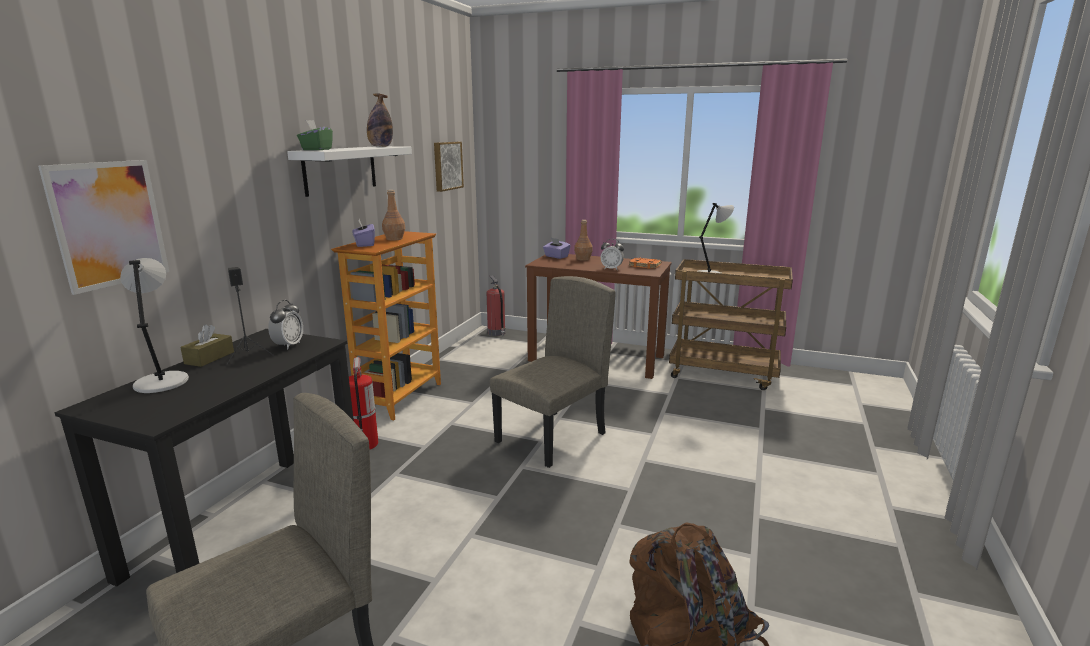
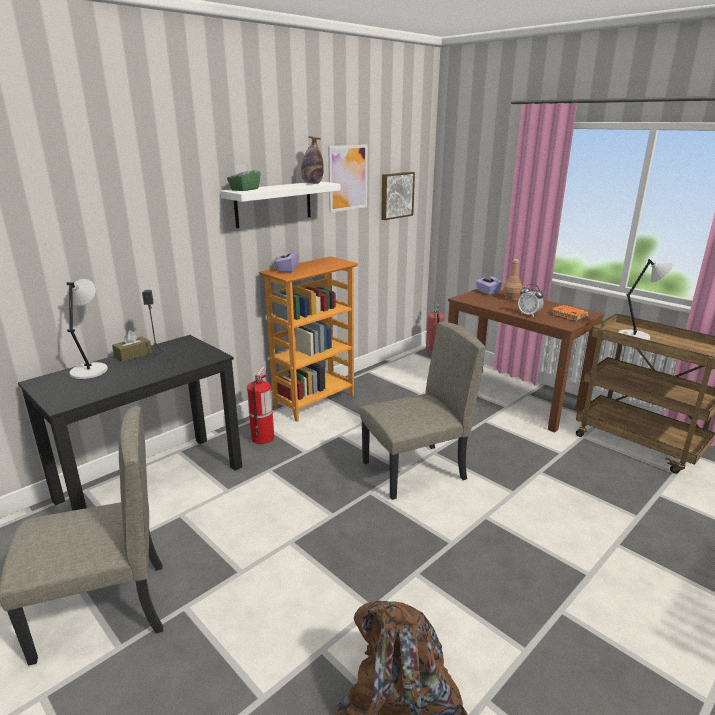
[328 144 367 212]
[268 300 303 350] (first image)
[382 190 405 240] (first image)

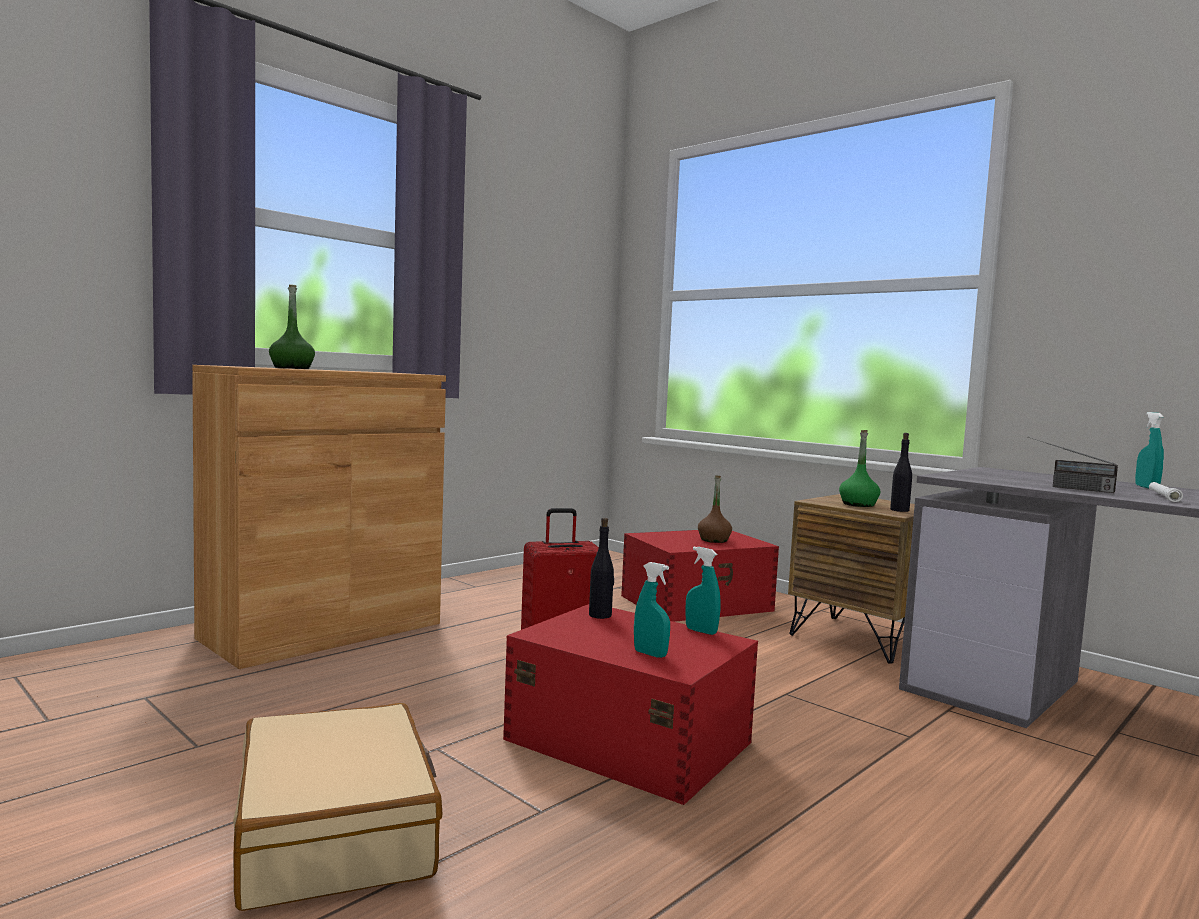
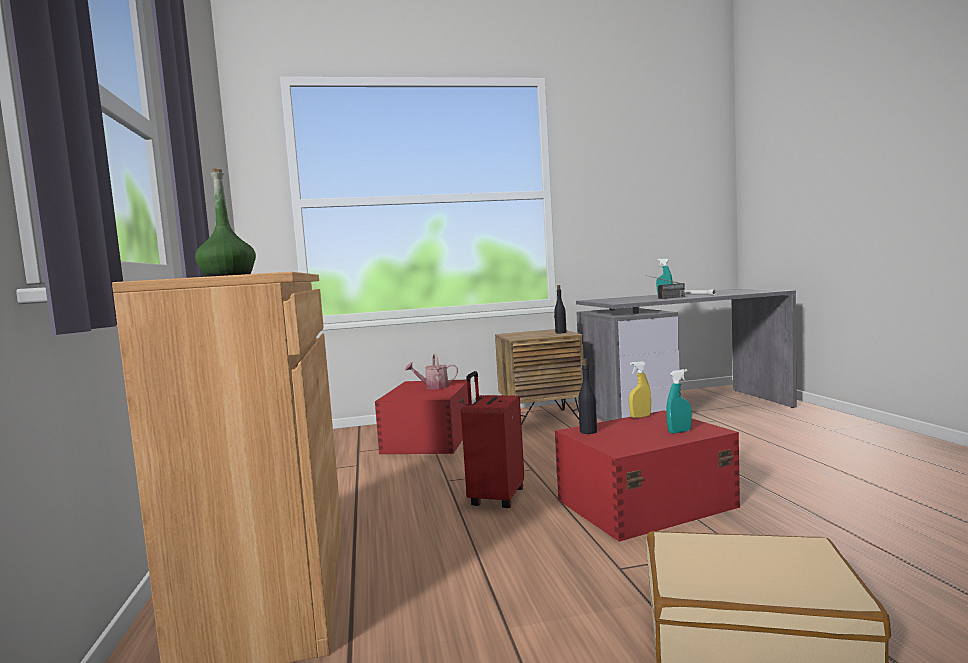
[629 361 651 418]
[405 354 458 389]
[839 430 880 507] (first image)

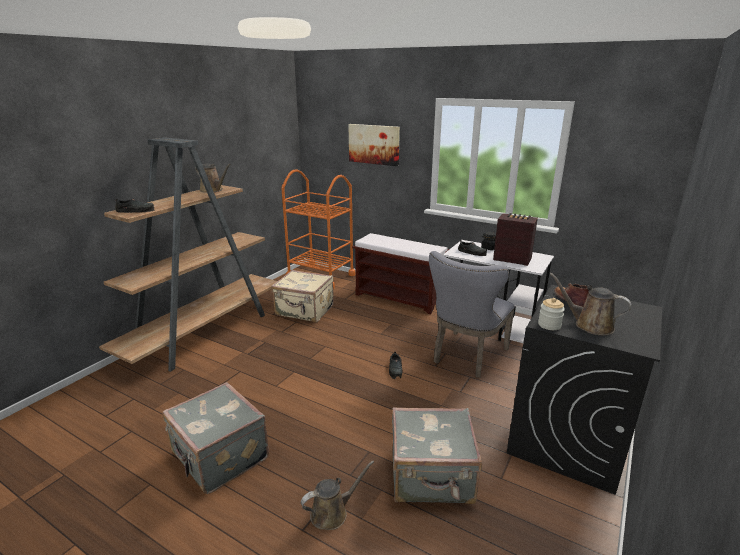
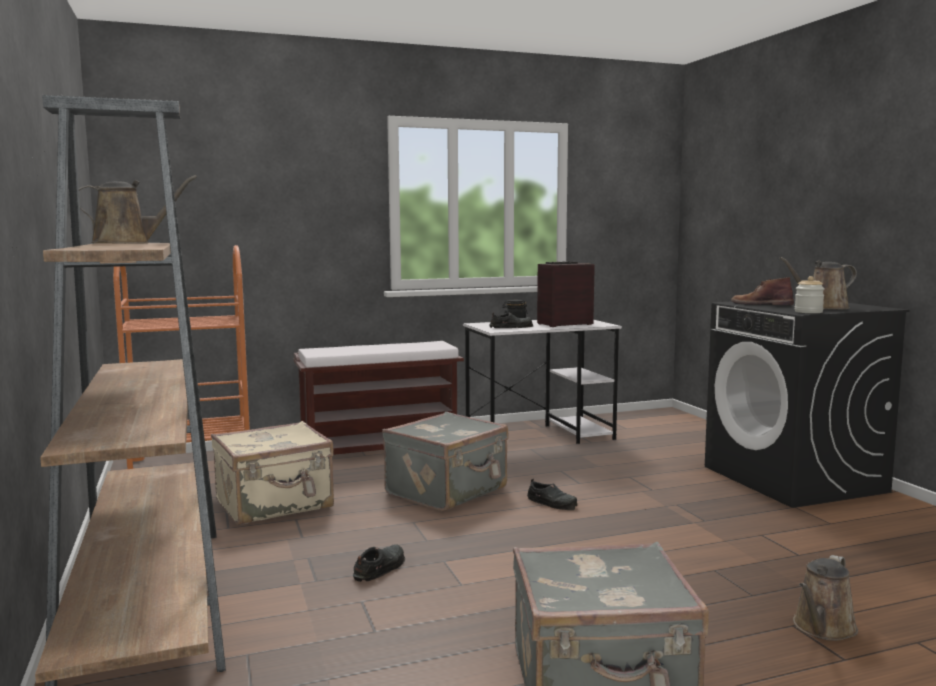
[353 545 405 582]
[793 555 858 641]
[348 124 400 166] (first image)
[382 412 508 512]
[429 251 515 378] (first image)

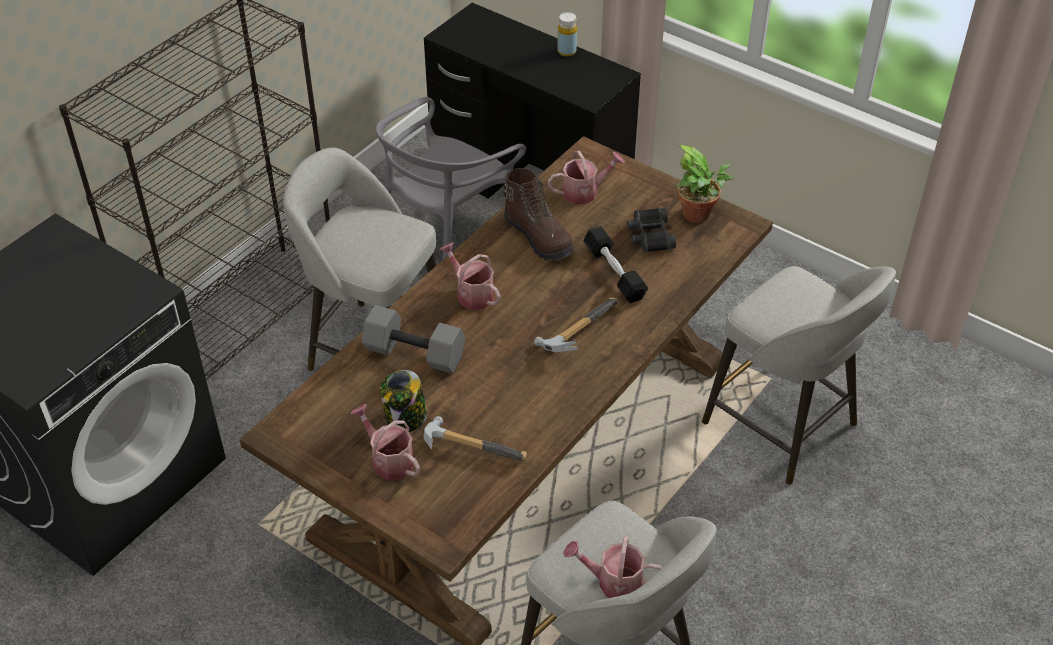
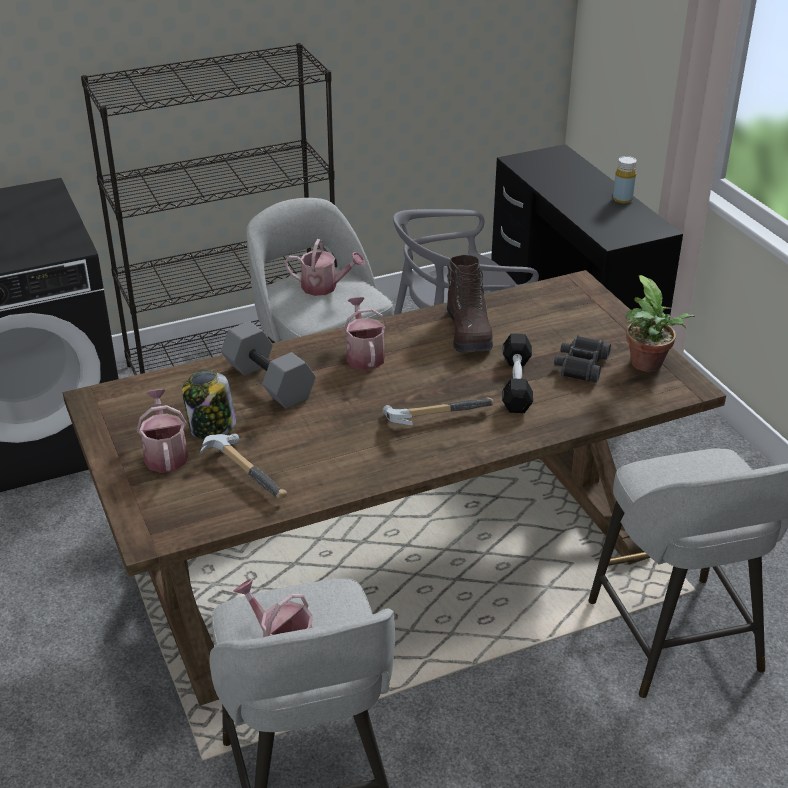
[285 239 365 296]

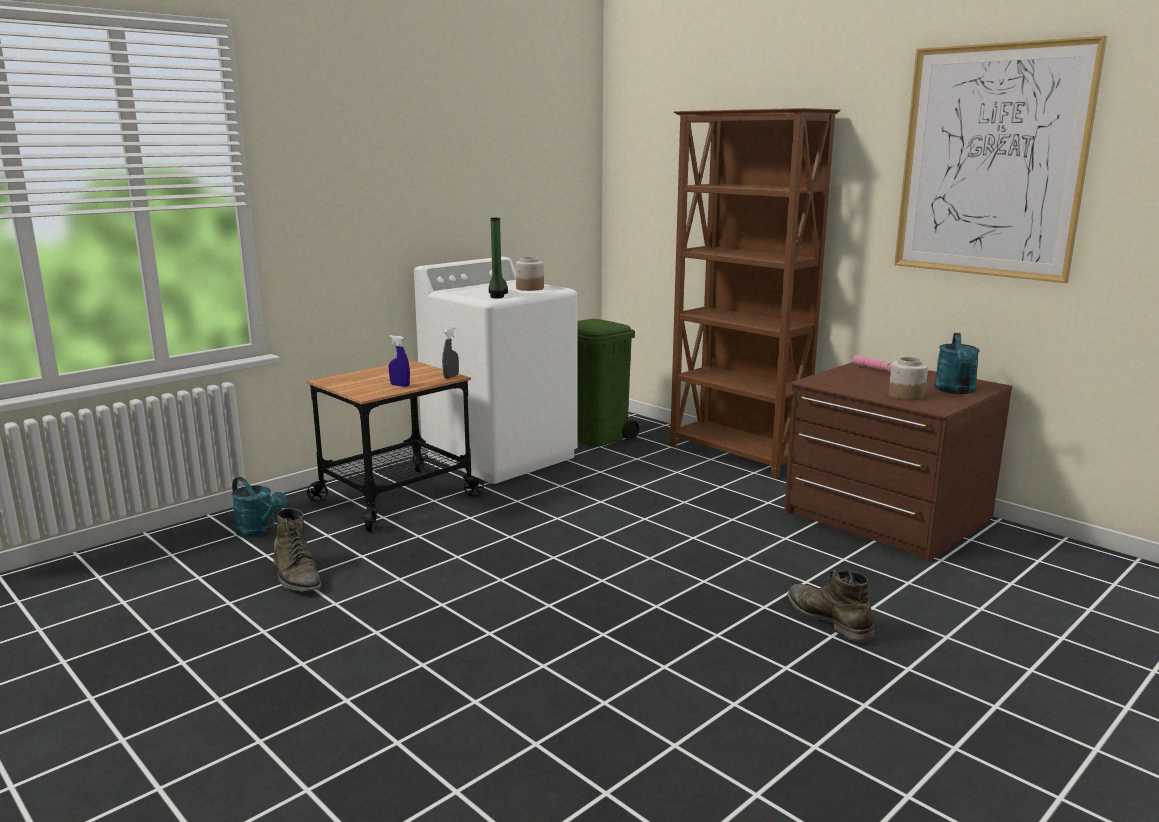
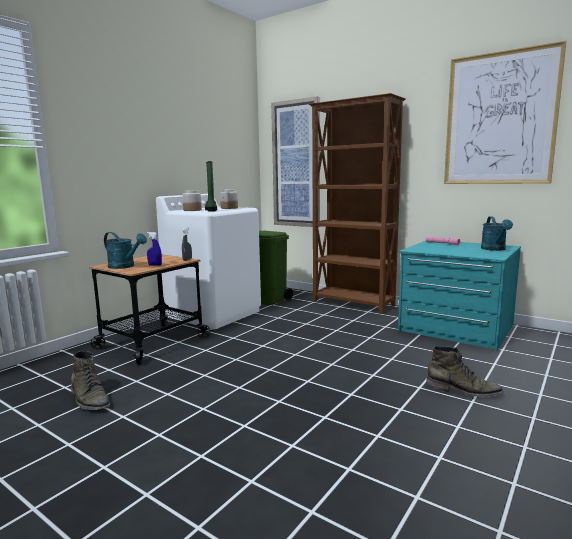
[104 232 147 269]
[398 241 521 351]
[426 346 504 397]
[182 190 202 211]
[271 96 320 227]

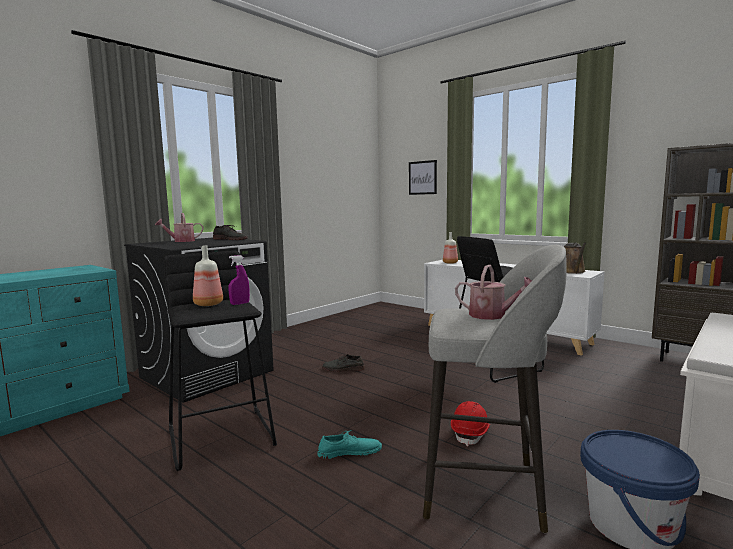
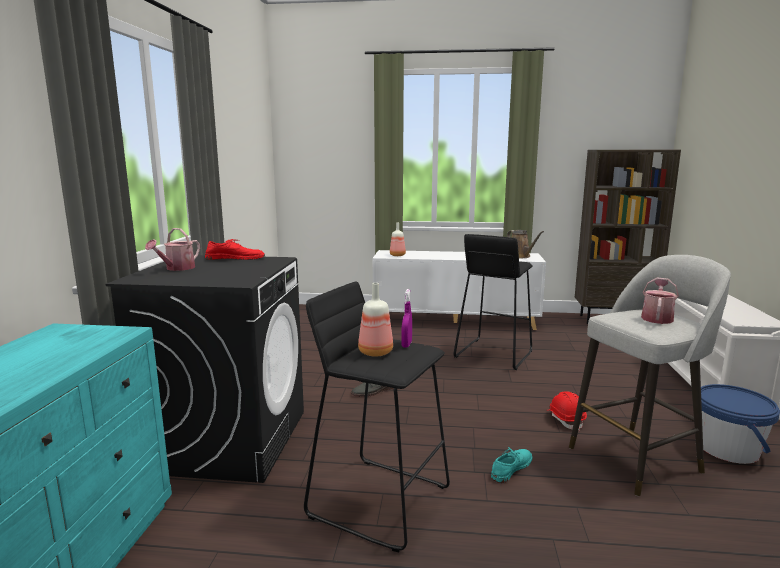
[205 239 265 260]
[409 160 437 195] (first image)
[641 278 679 324]

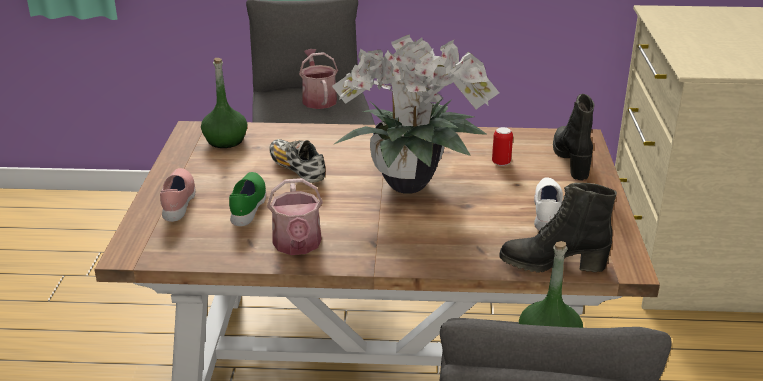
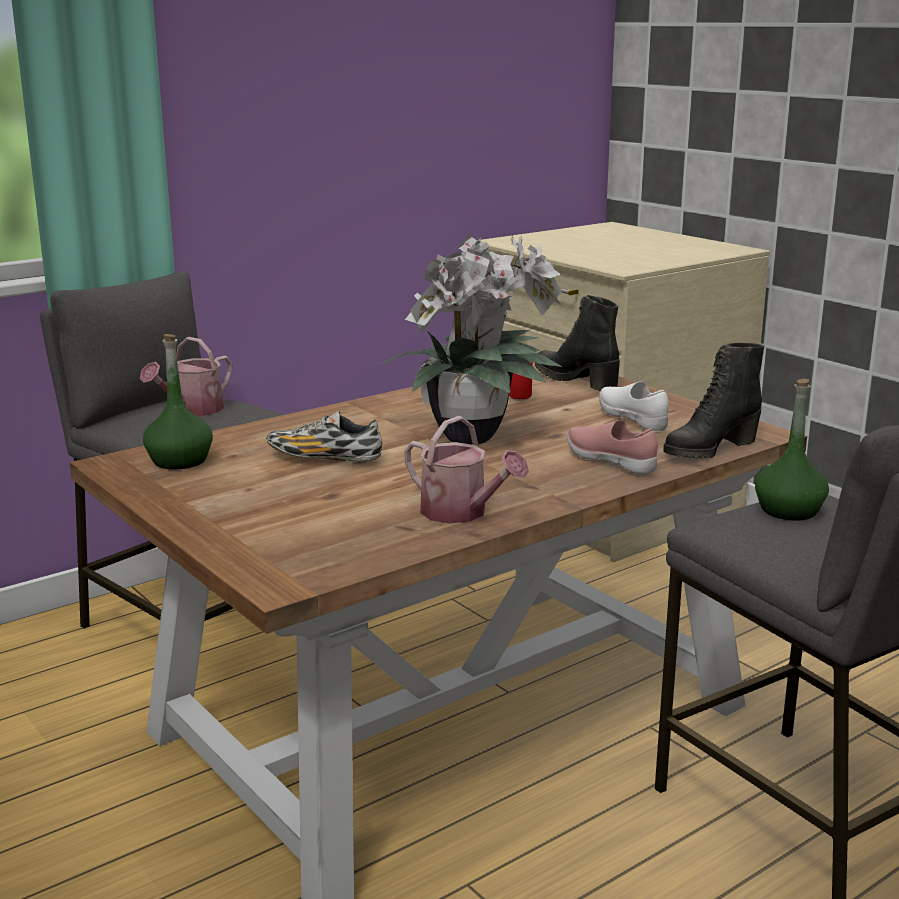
[567 420 658 474]
[229 172 266 226] (first image)
[140 337 232 416]

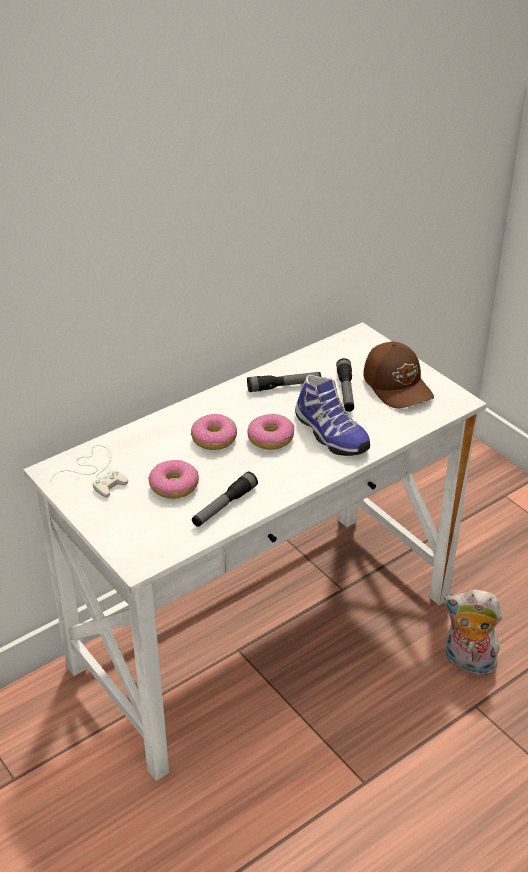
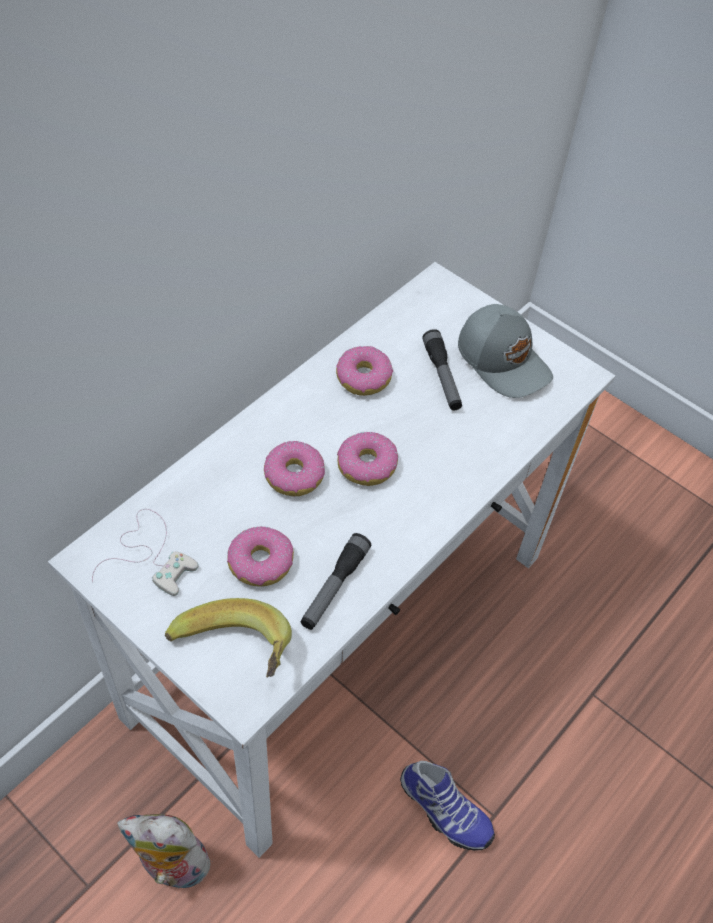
[336 346 393 396]
[400 761 495 851]
[458 304 553 398]
[117 814 215 894]
[165 598 292 678]

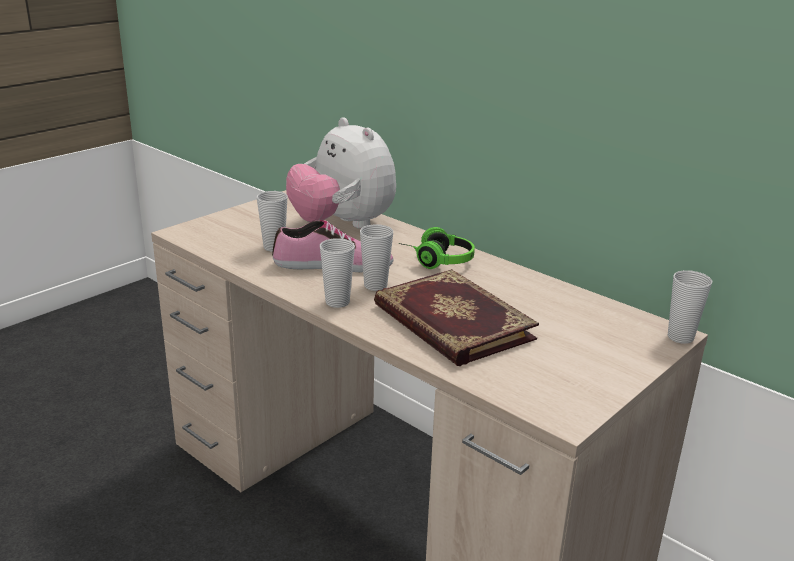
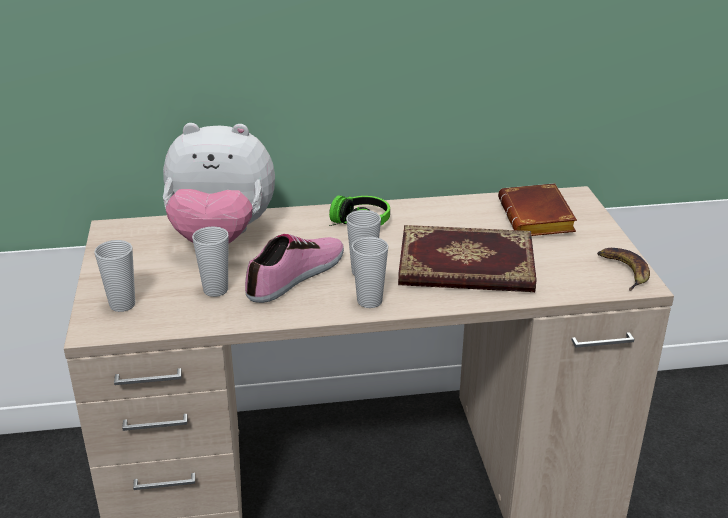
[94 240 135 312]
[498 183 577 236]
[597 248 650 291]

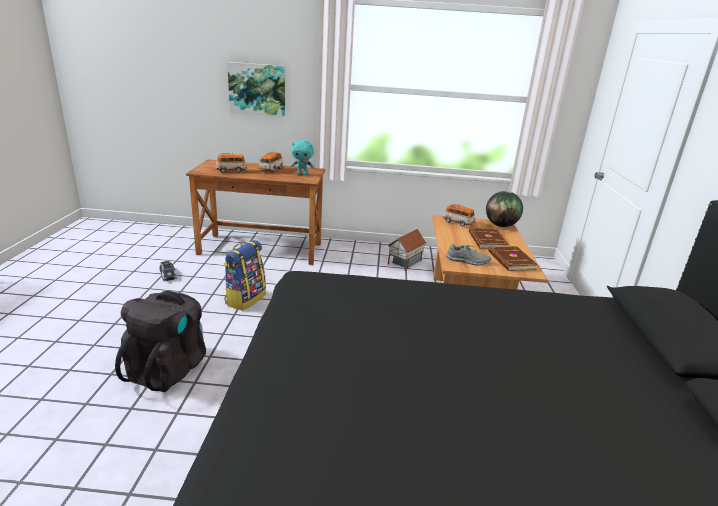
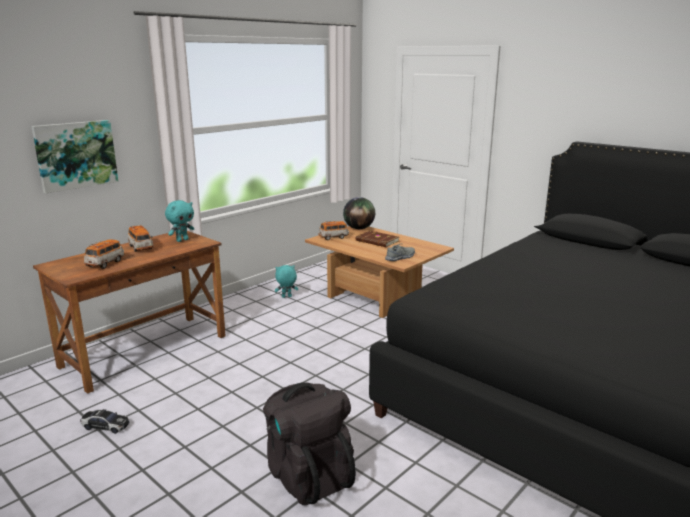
[224 240 266 311] (first image)
[275 265 298 298]
[488 246 538 271] (first image)

